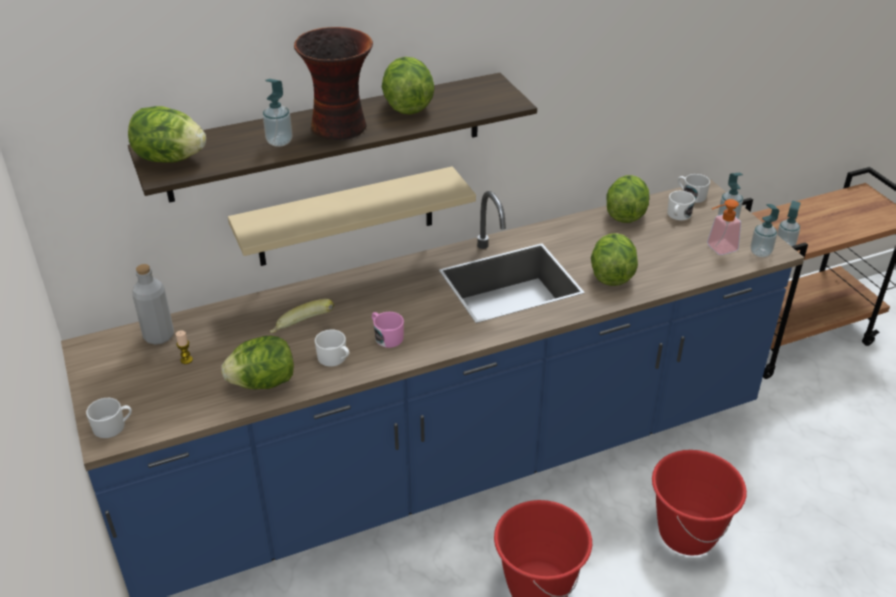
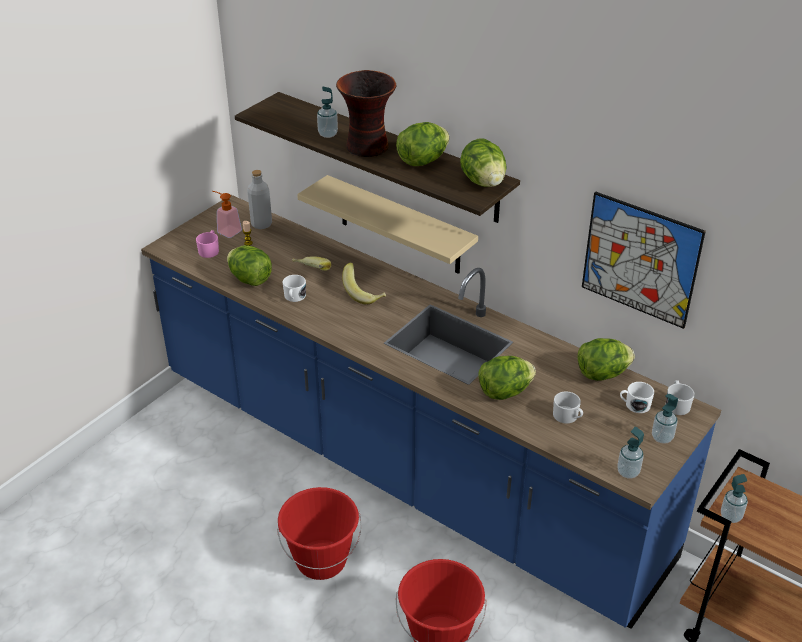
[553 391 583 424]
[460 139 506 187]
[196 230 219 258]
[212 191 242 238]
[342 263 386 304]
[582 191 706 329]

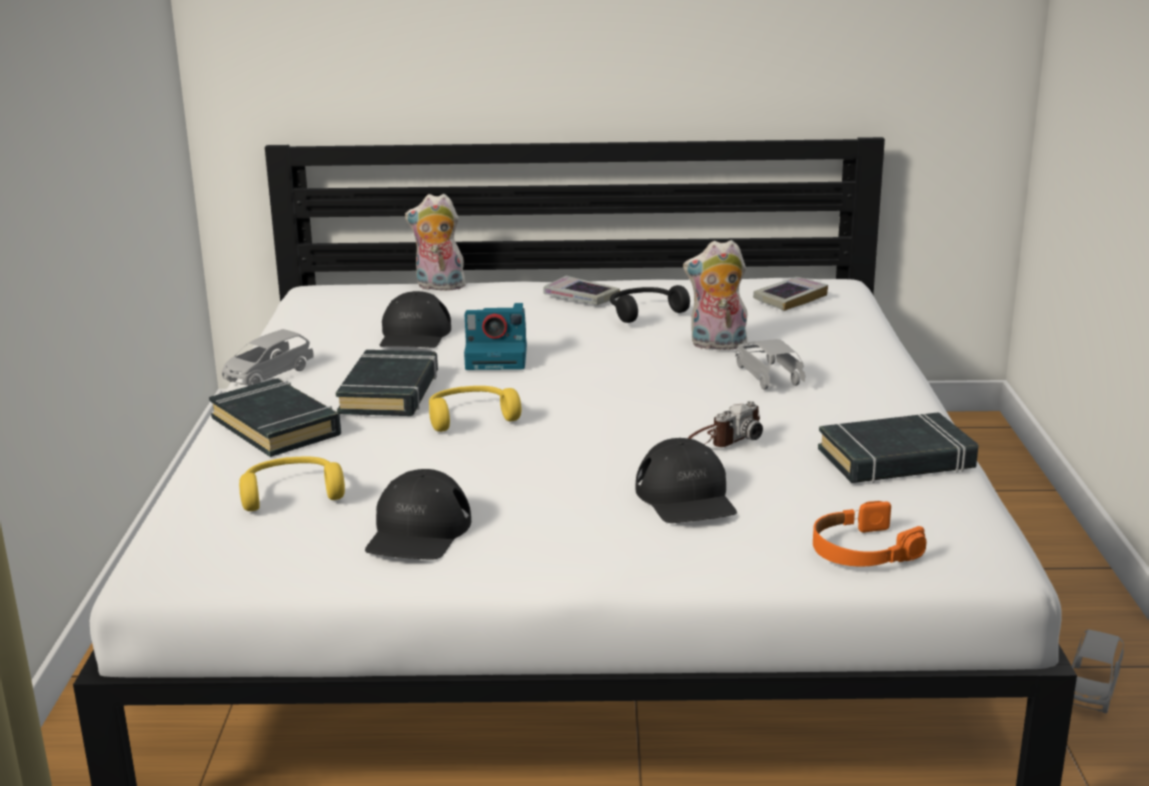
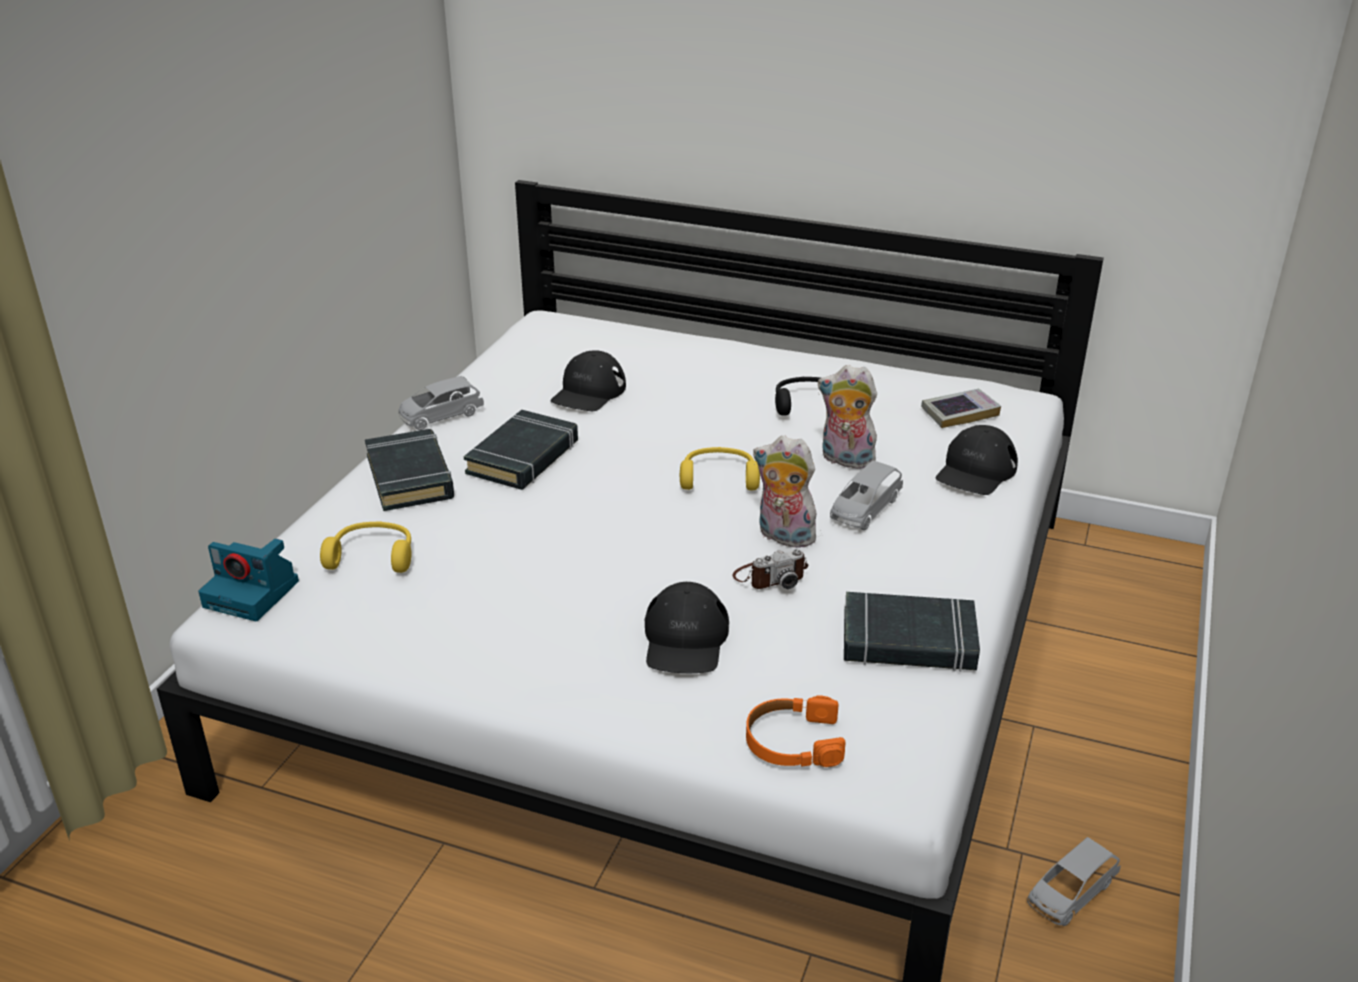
[936 425 1018 495]
[753 435 823 548]
[680 447 760 490]
[198 539 299 621]
[543 276 620 305] (first image)
[830 460 903 530]

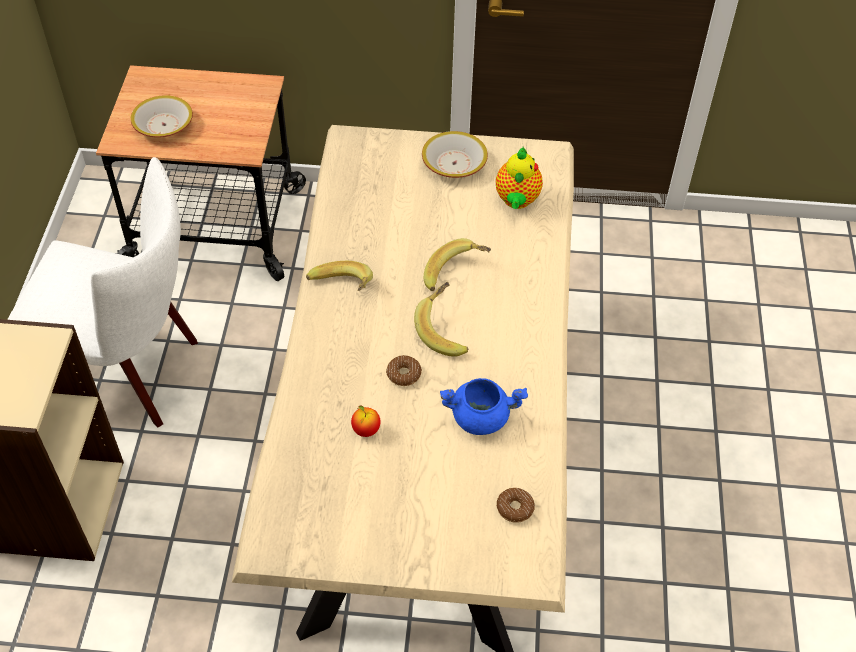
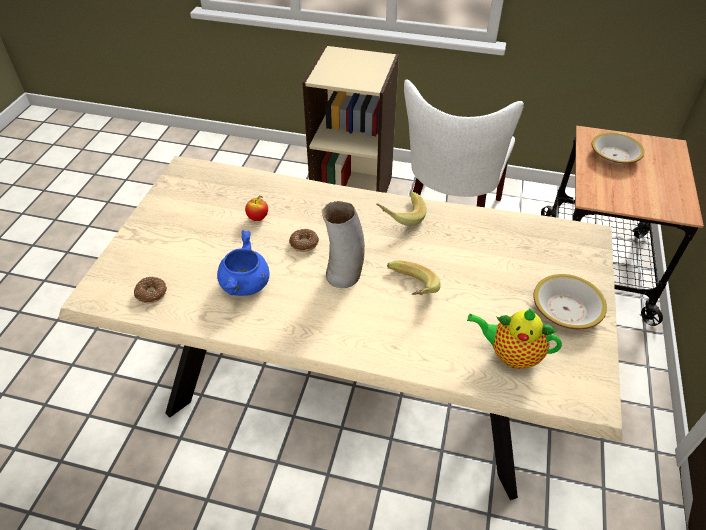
[322 201 365 288]

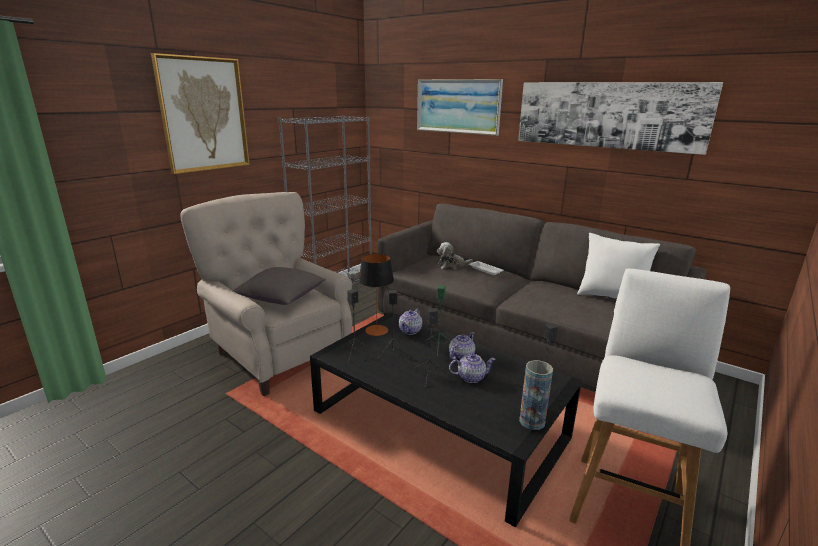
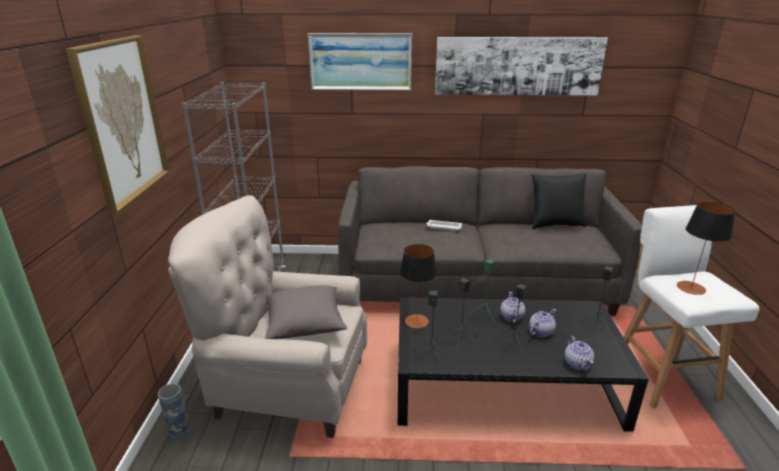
[565 336 594 371]
[437 242 473 270] (first image)
[158 383 190 439]
[531 173 587 229]
[677 201 735 295]

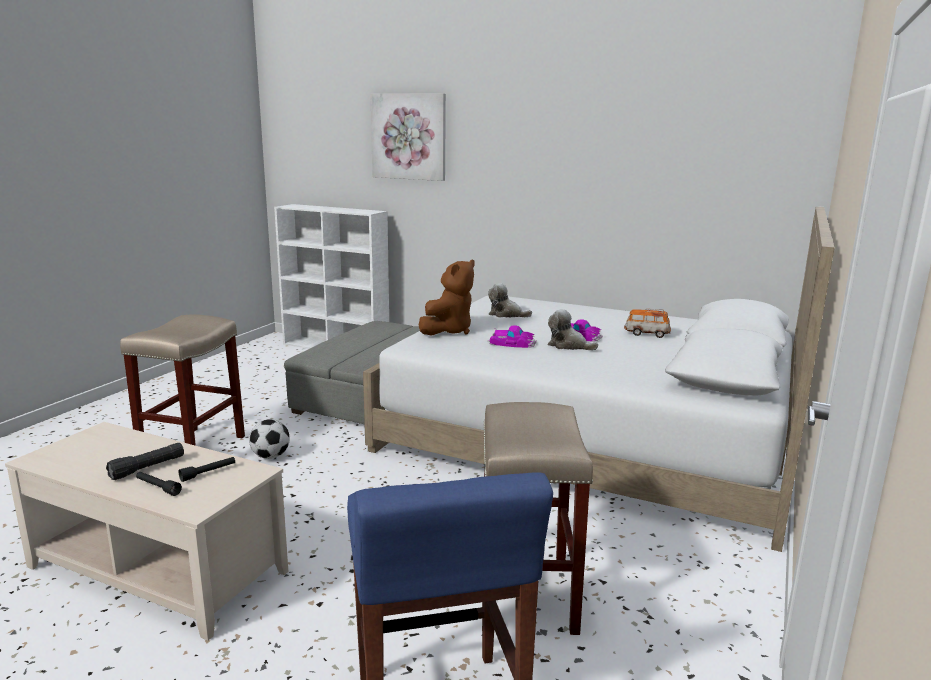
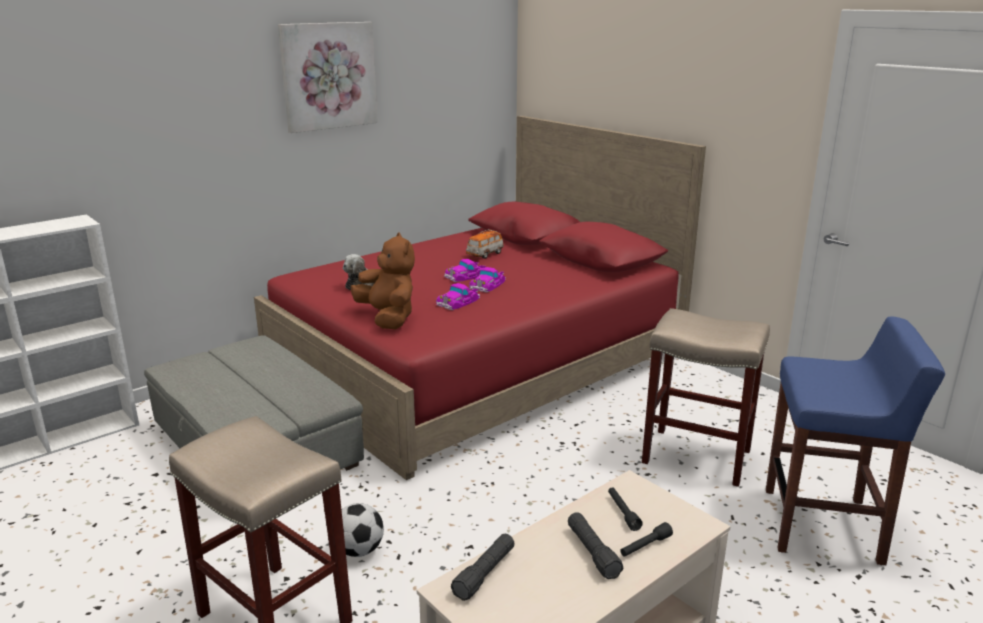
[254 116 706 480]
[278 22 378 133]
[469 267 506 292]
[451 534 515 601]

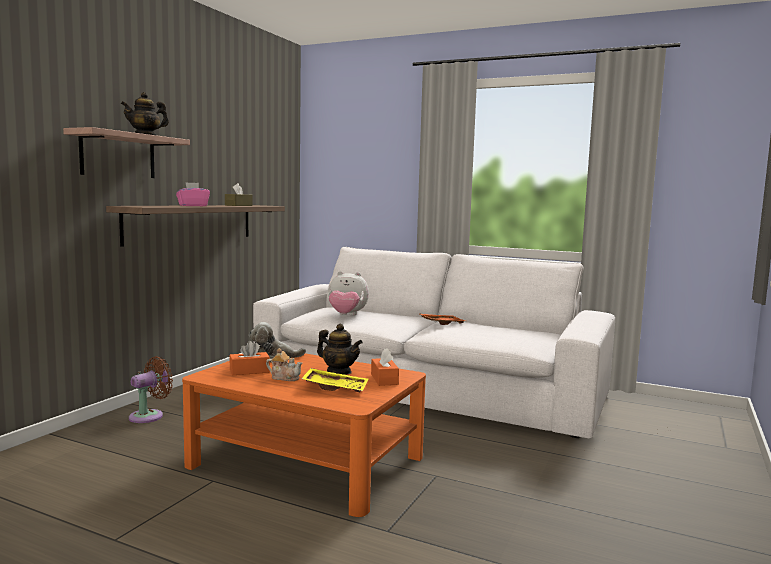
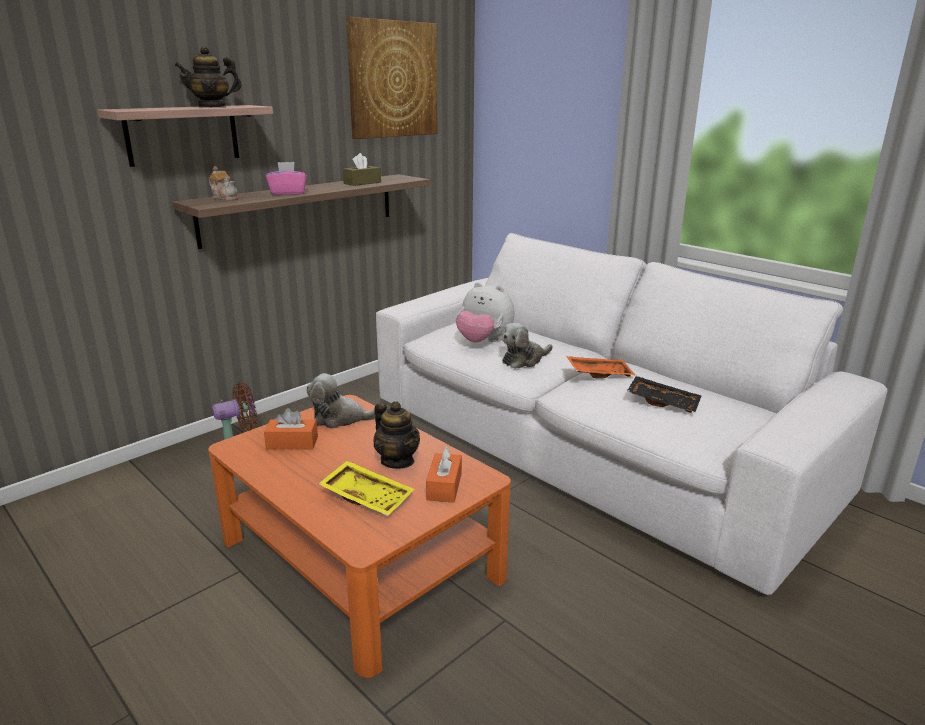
[209 166 238 201]
[346 17 437 139]
[502 323 553 369]
[627 376 701 413]

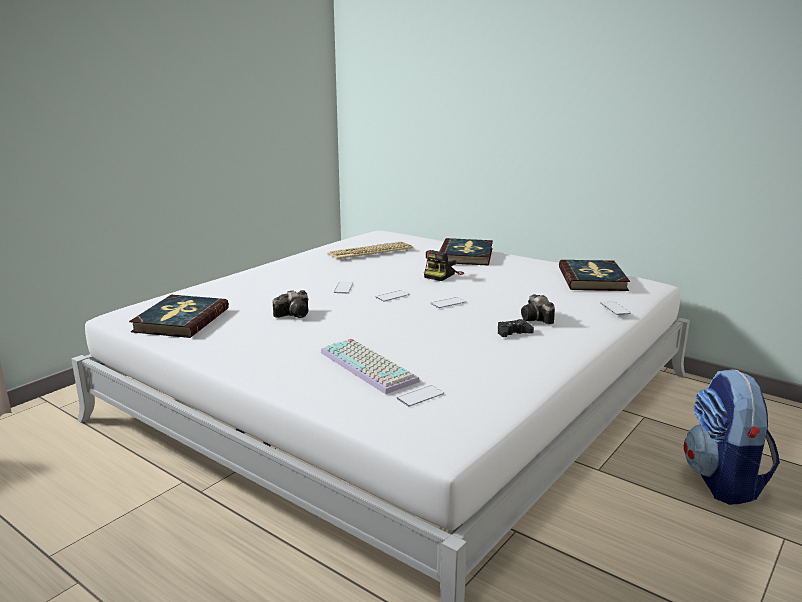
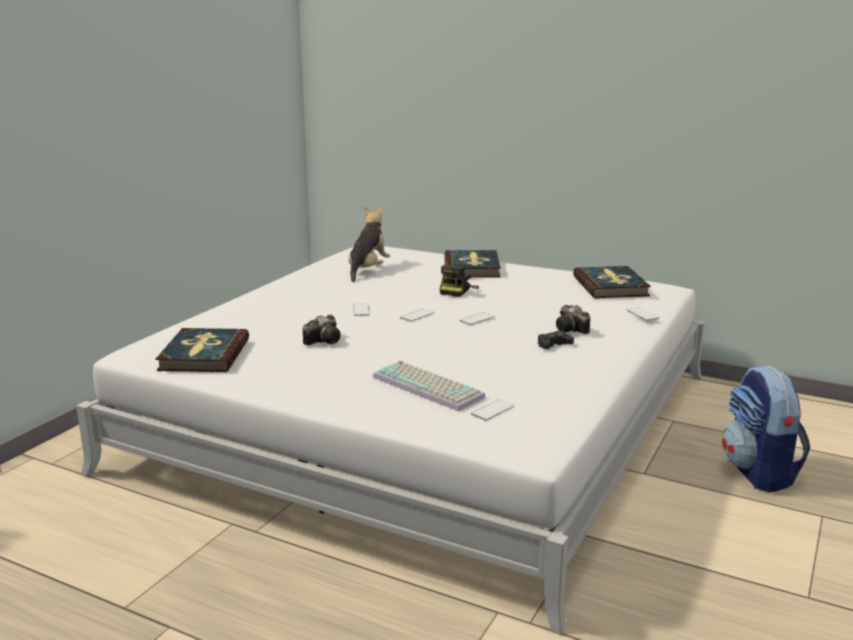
[348 207 390 282]

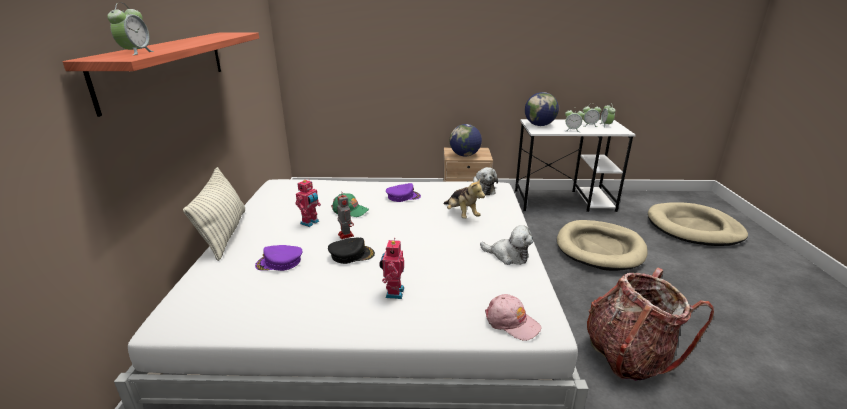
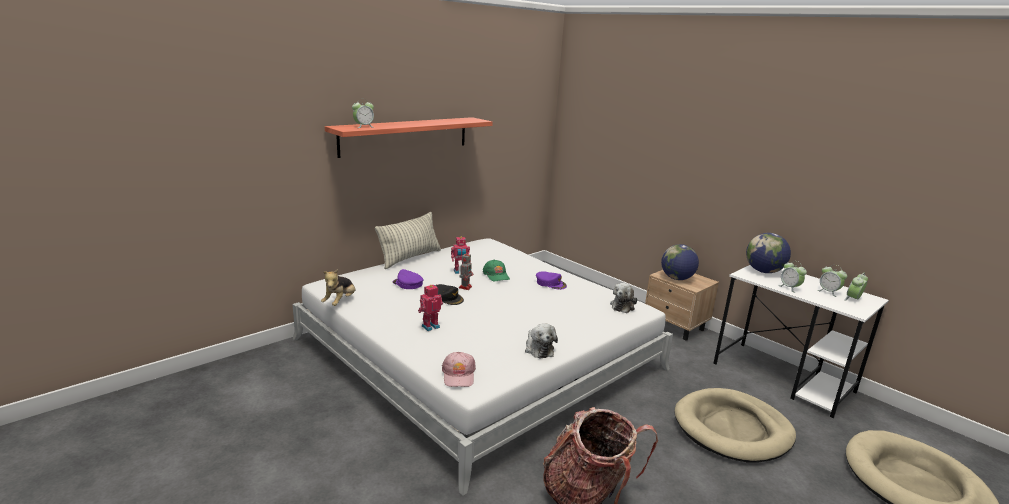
[321 269 356 306]

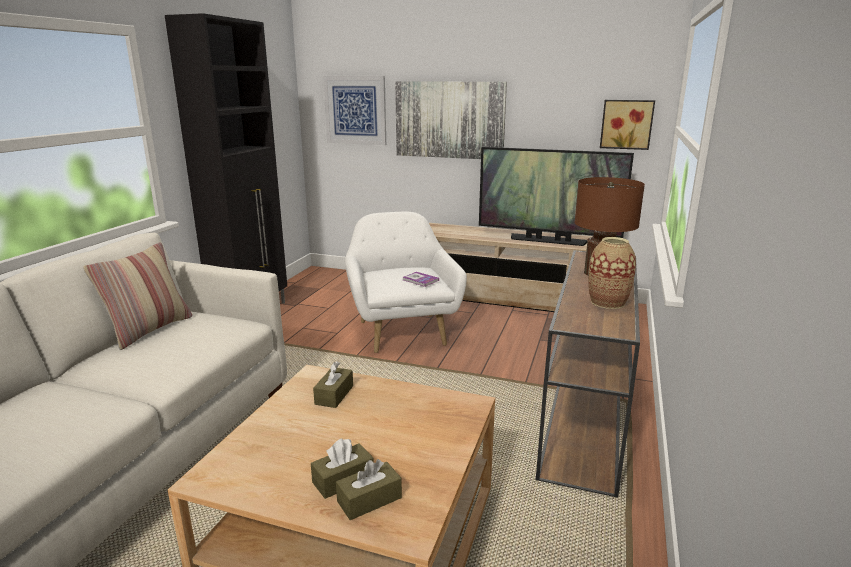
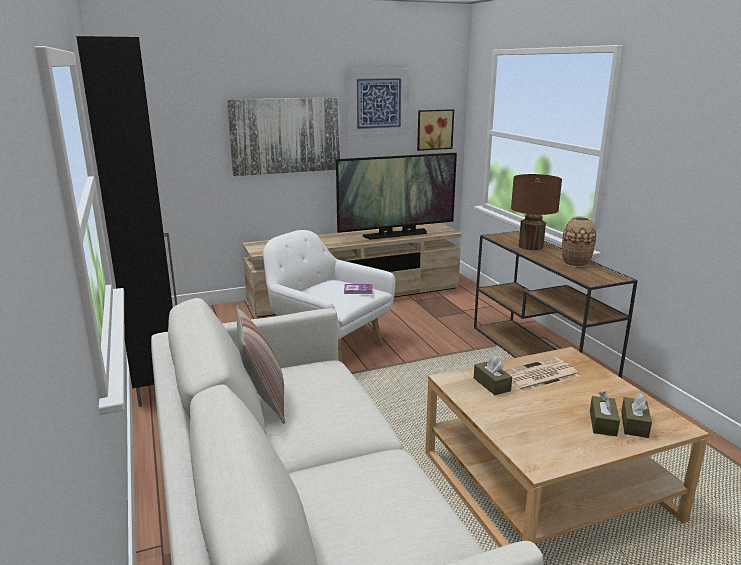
[347 69 410 138]
[504 357 579 392]

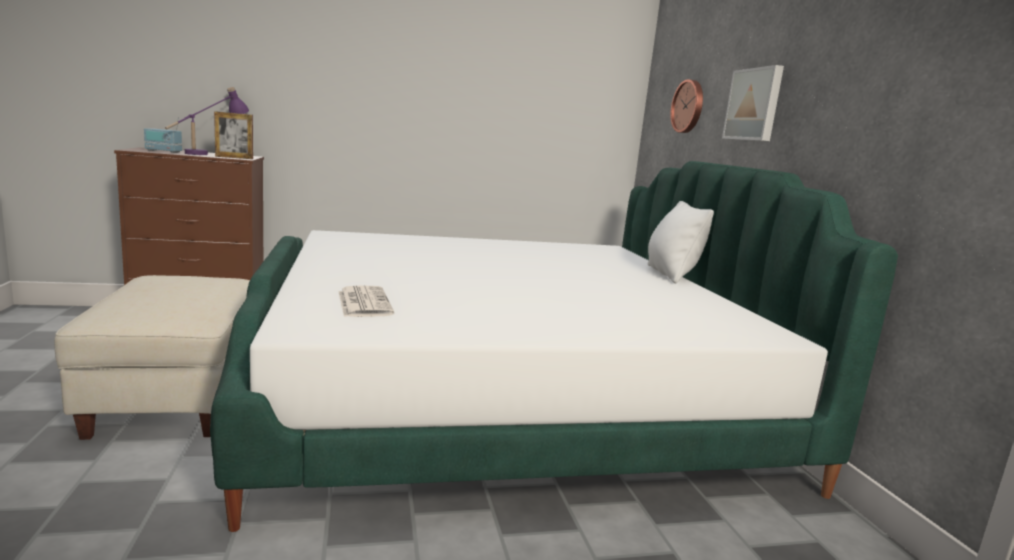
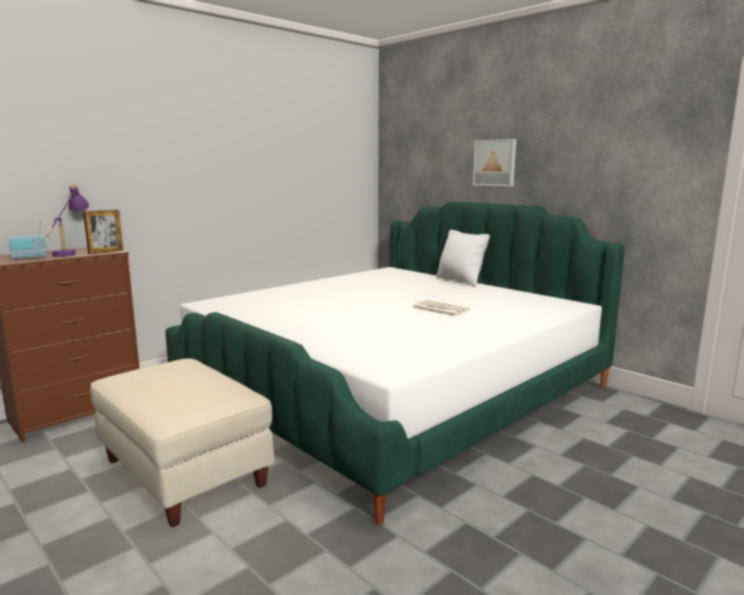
[412 300 470 317]
[670 79 703 133] (first image)

